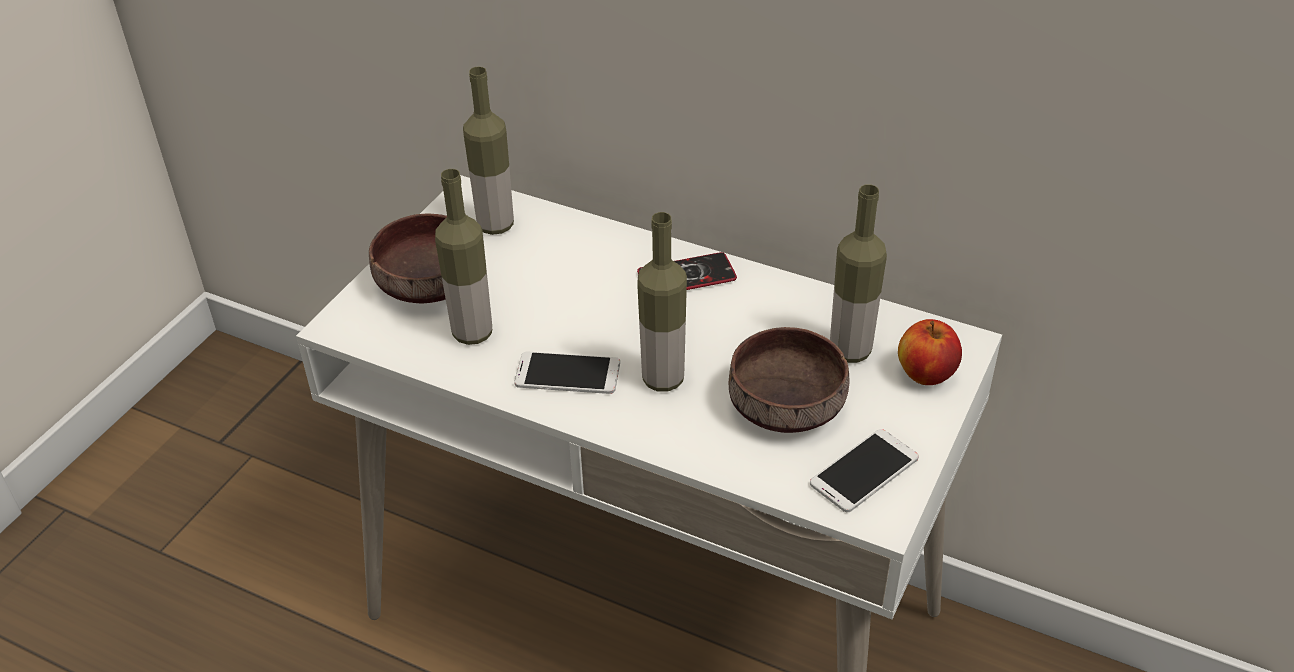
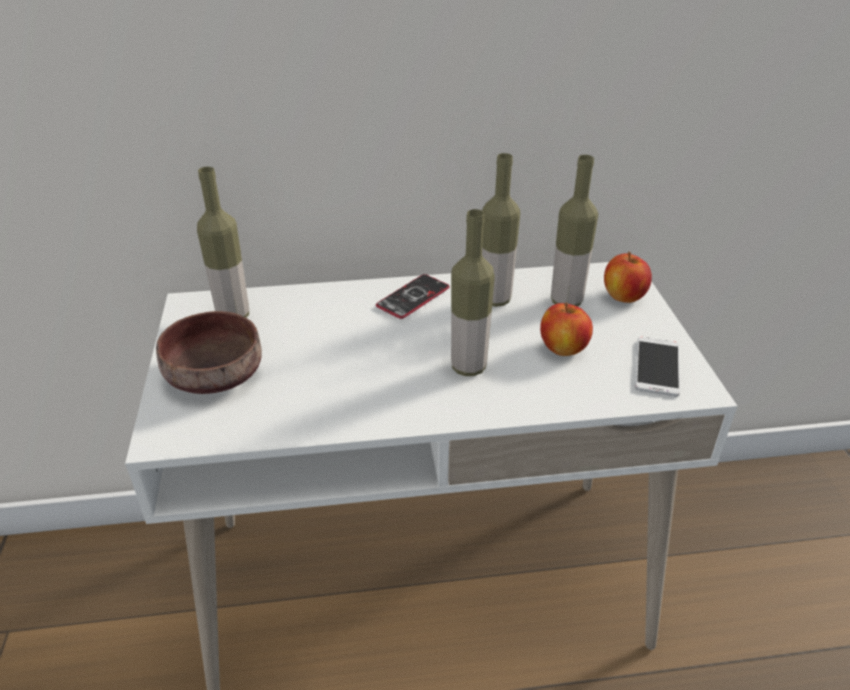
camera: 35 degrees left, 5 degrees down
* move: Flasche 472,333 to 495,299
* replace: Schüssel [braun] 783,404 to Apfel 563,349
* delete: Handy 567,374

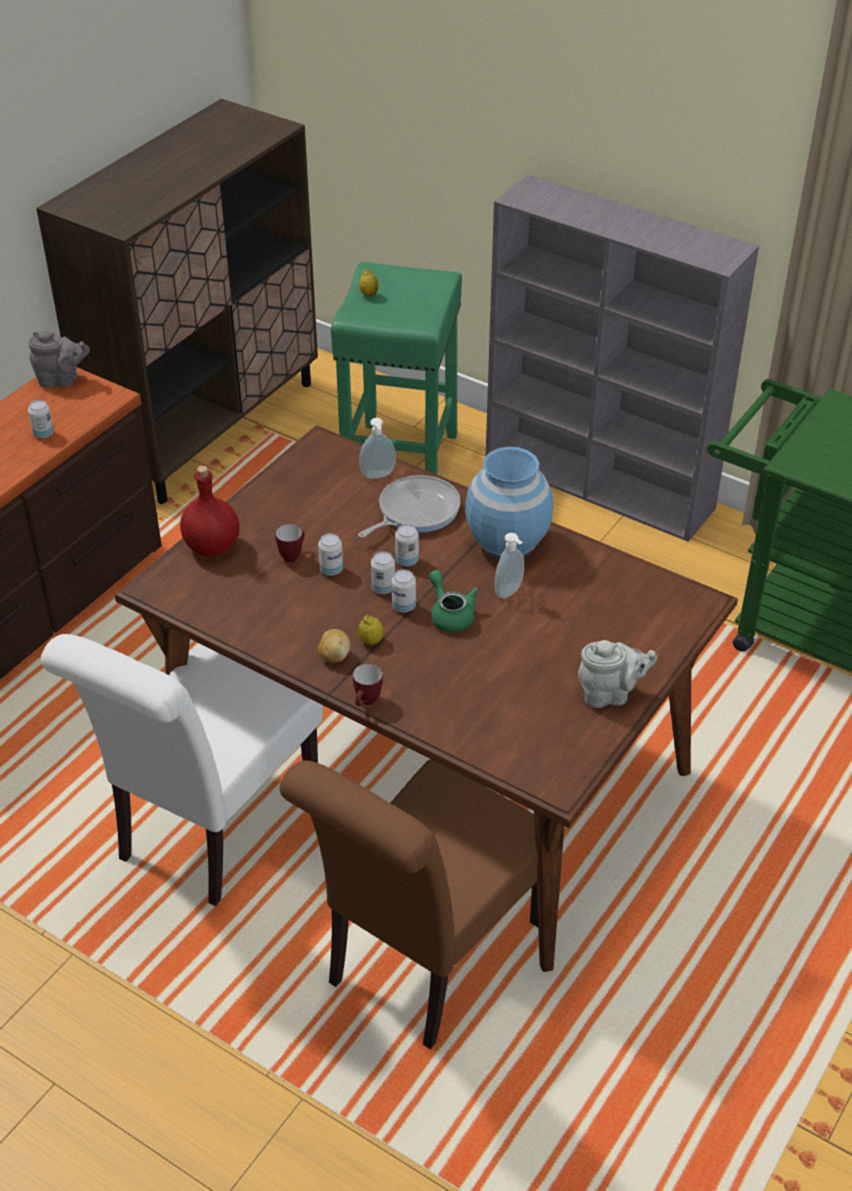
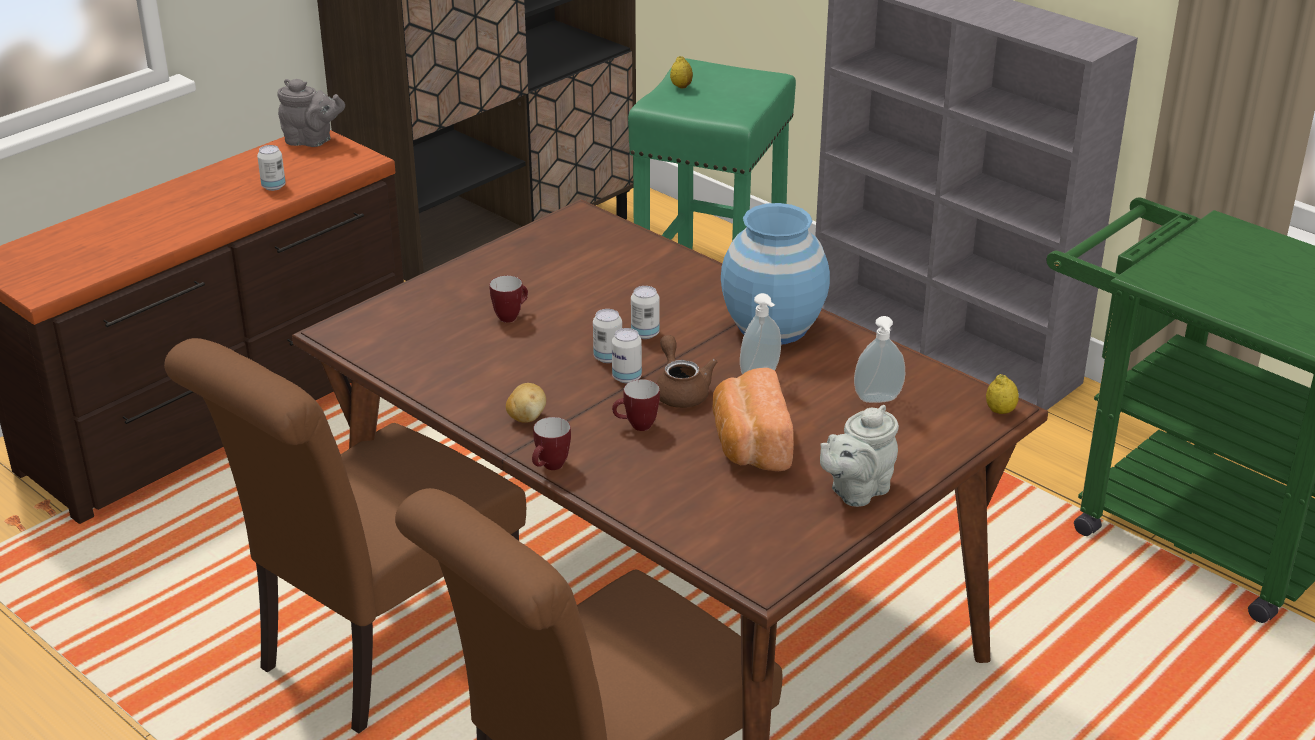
camera: 10 degrees right, 10 degrees down
* move: Seifenspender 378,476 to 878,400
* delete: Flasche [rot] 211,547
* delete: Pfanne 415,511
* delete: Dose 331,570
* recolor: Teekanne [grün] 450,614 to Teekanne [braun] 680,391
* move: Zitrone 371,641 to 1000,411
* recolor: Stuhl [weiß] 209,831 to Stuhl [braun] 376,652
* rotate: Teekanne [grau] 610,694 = 856,491 135 degrees clockwise
* insert: Brot 749,444
* insert: Henkelbecher 636,426

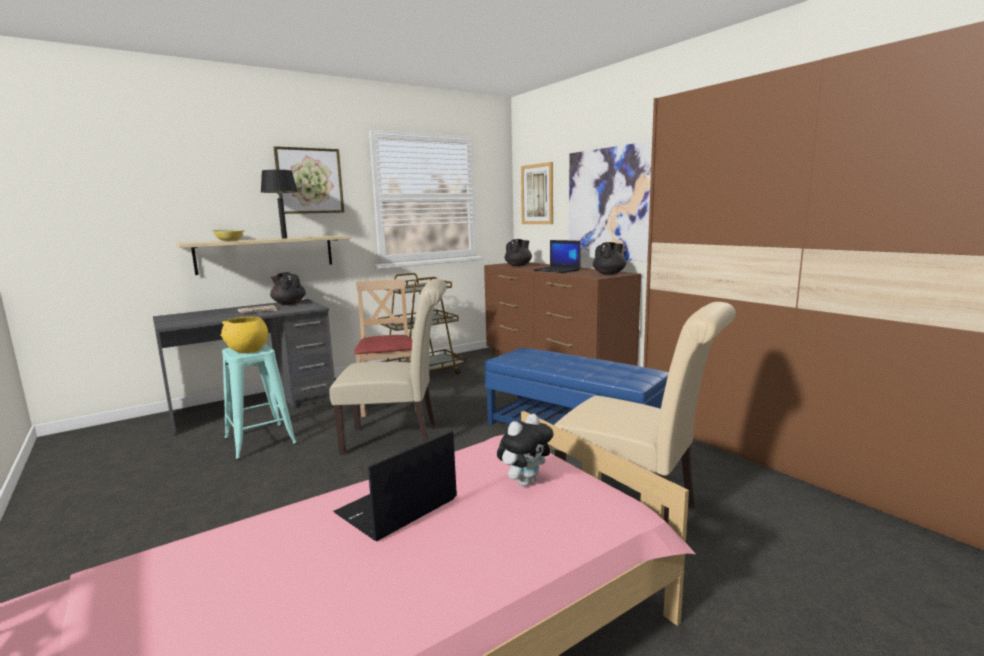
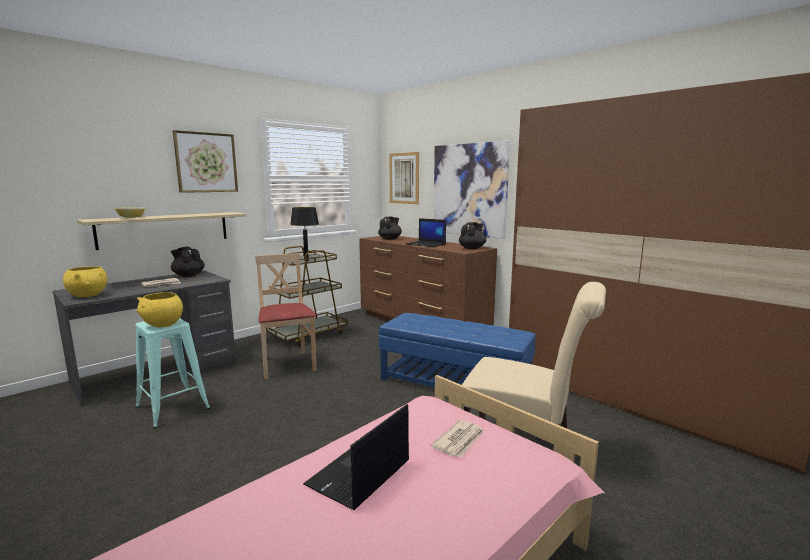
camera: 10 degrees left, 0 degrees up
* move: Tischlampe [schwarz] 284,238 to 306,261
* delete: Stuhl [beige] 398,439
* replace: Plüschtier 525,481 to Zeitung 459,441
* insert: Schüssel [gelb] 88,295

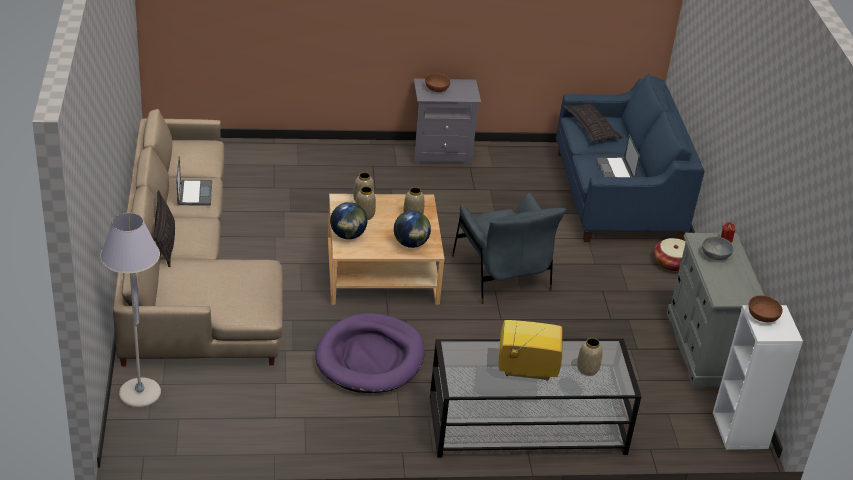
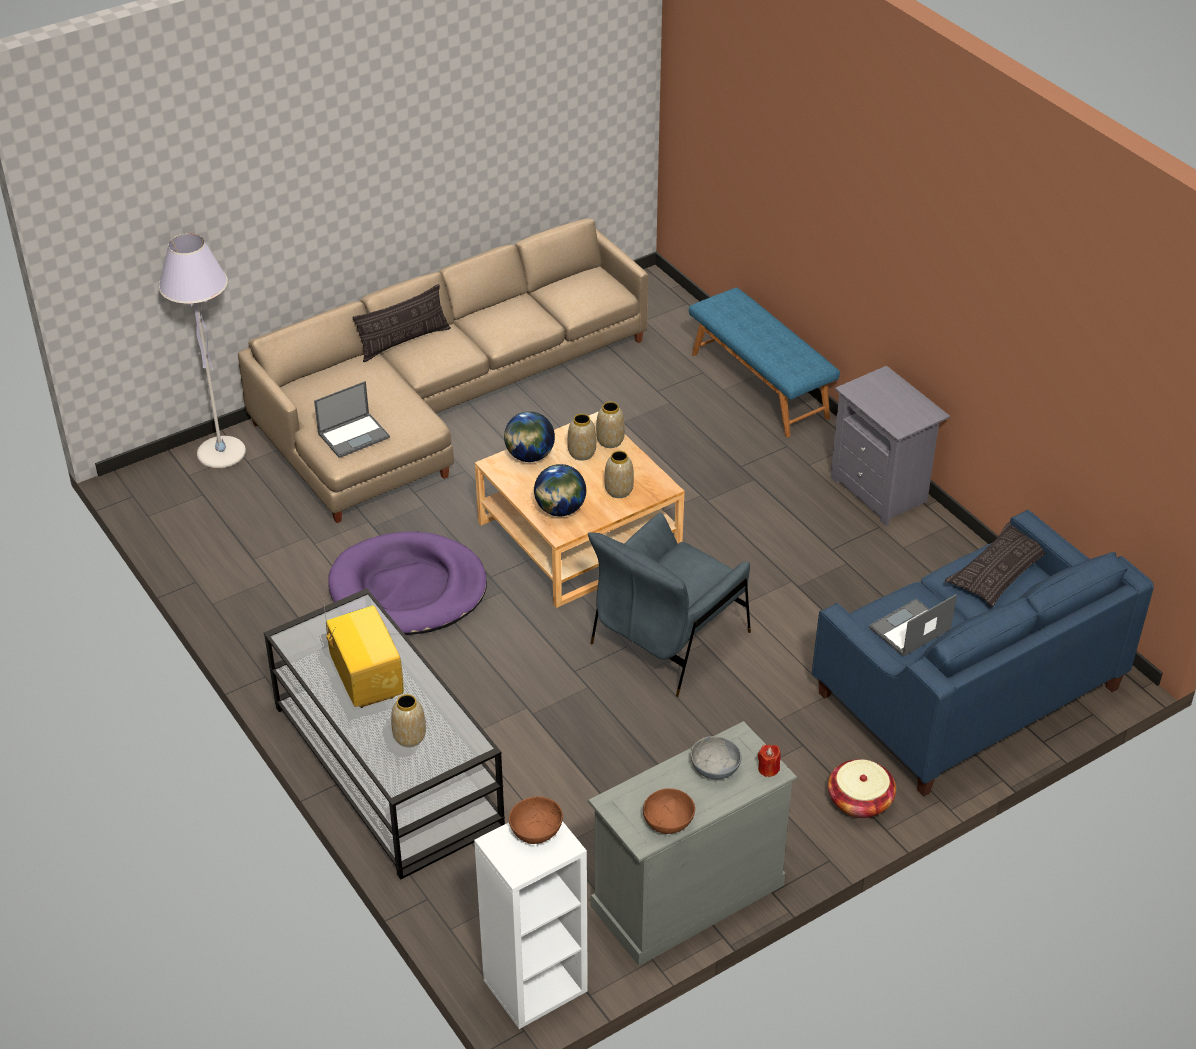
camera: 65 degrees right, 5 degrees up
* move: Schüssel [braun] 437,89 to 669,821
* move: Laptop 194,193 to 354,435
* insert: Bank [blau] 760,385

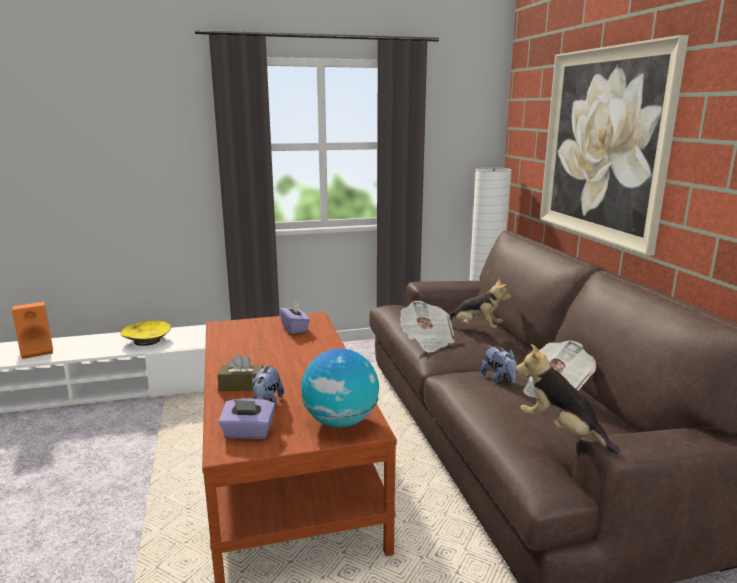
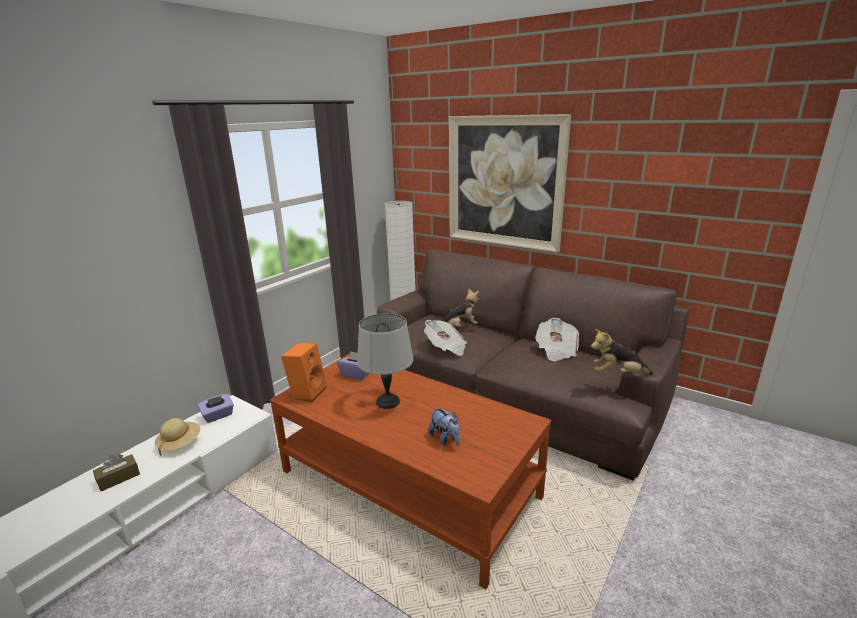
camera: 40 degrees left, 5 degrees up
* move: Lautsprecher [orange] 38,351 to 307,392
* replace: Schüssel [gelb] 147,341 to Hut [beige] 180,444
* delete: Plüschtier 499,379
* delete: Globus 340,421
* move: Taschentuchbox [braun] 241,385 to 118,478
* move: Taschentuchbox [lila] 248,432 to 218,416
* insert: Tischlampe [grau] 387,402

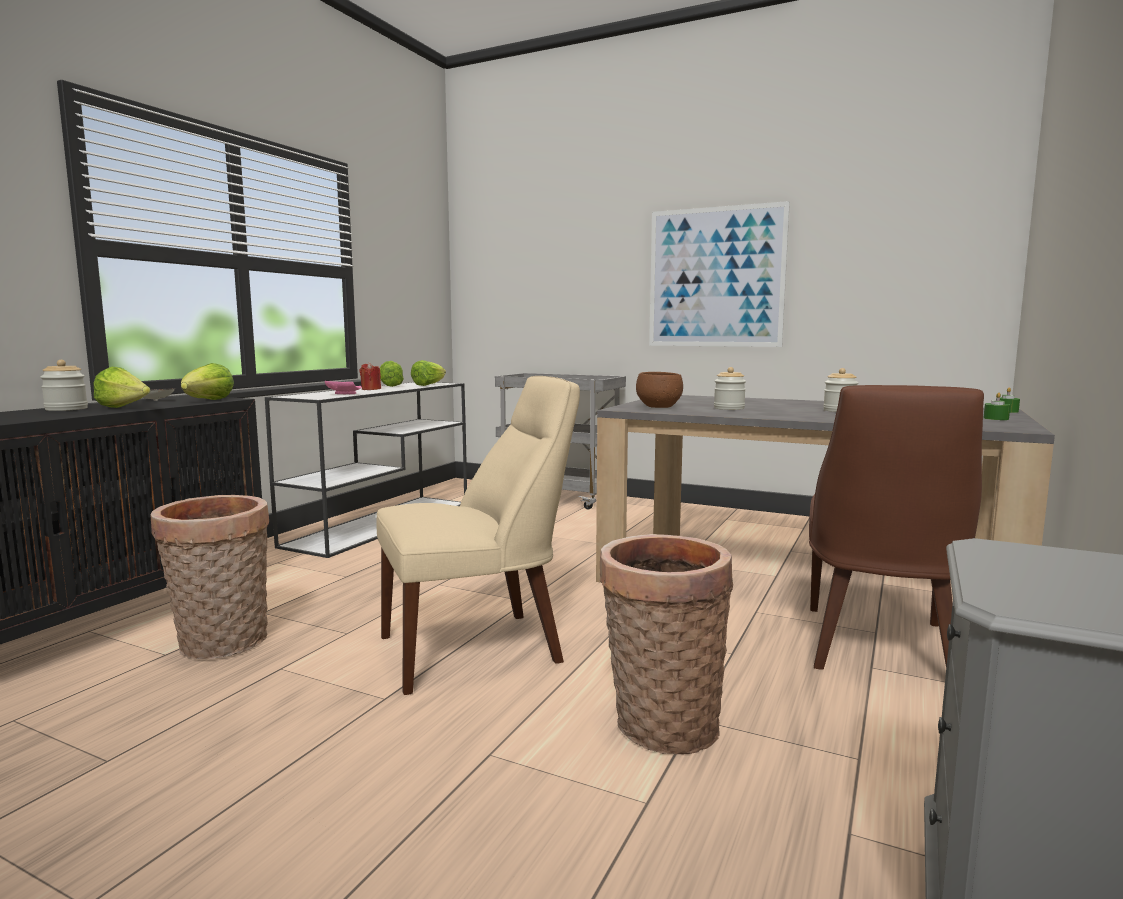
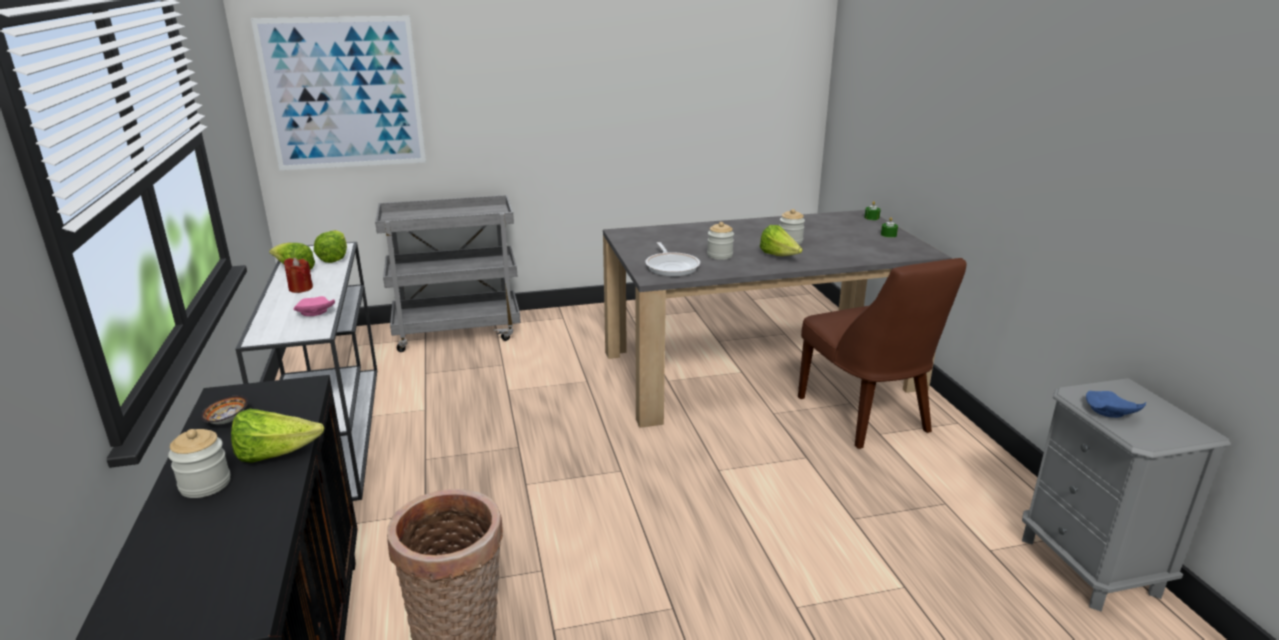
camera: 40 degrees left, 15 degrees up
* move: Bild 715,277 to 343,94
* move: Salatkopf 207,401 to 779,256
* replace: Schüssel [braun] 660,407 to Pfanne 672,266
* delete: Stuhl [beige] 479,648
* delete: Korb 660,724
* insert: Teller [blau] 1109,413

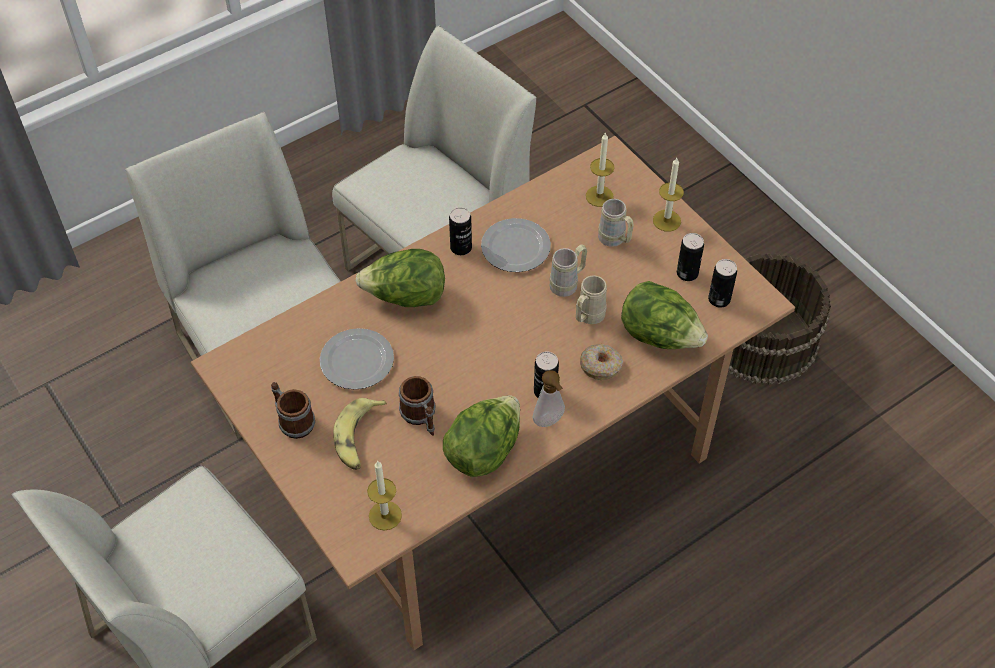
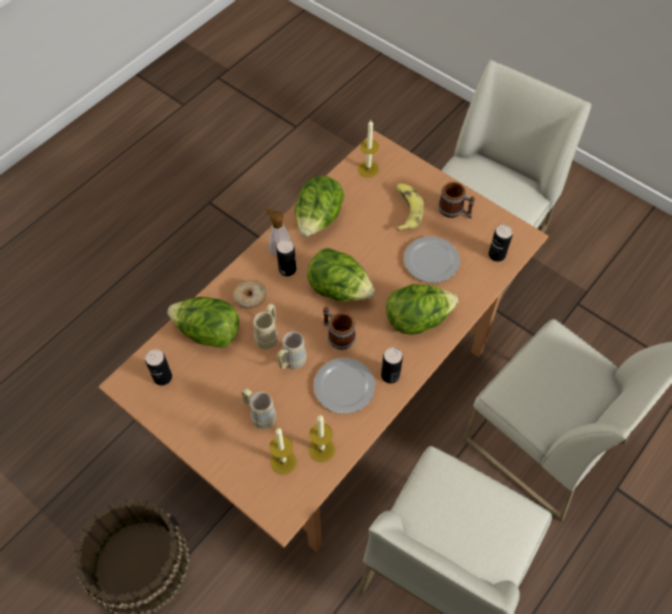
camera: 165 degrees right, 5 degrees up
* move: Kerze 666,220 to 321,449
* move: Dose 687,273 to 497,255
* move: Henkelbecher 421,417 to 337,335
* insert: Salatkopf 339,289

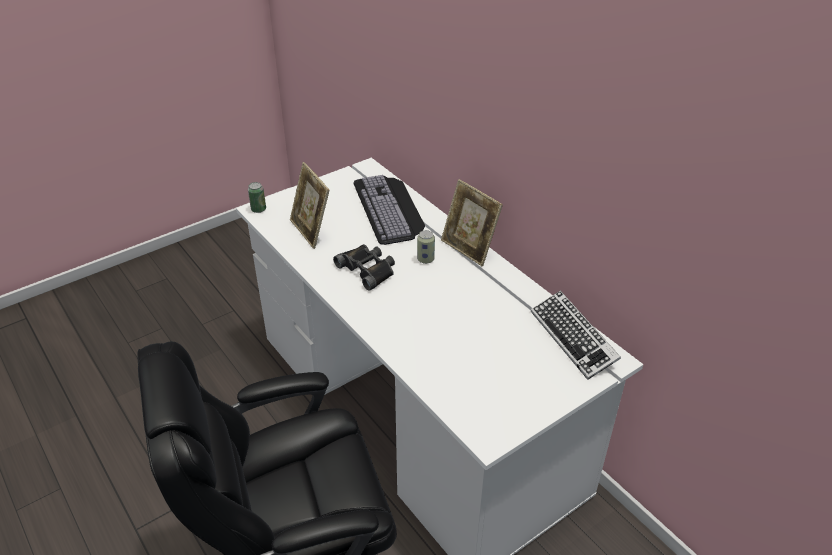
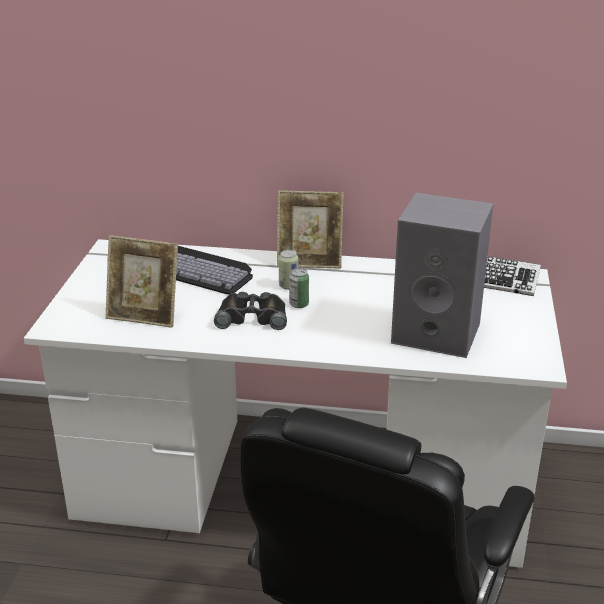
camera: 45 degrees left, 10 degrees down
* move: Dose 258,209 to 299,304
* insert: Lautsprecher [grau] 438,332

